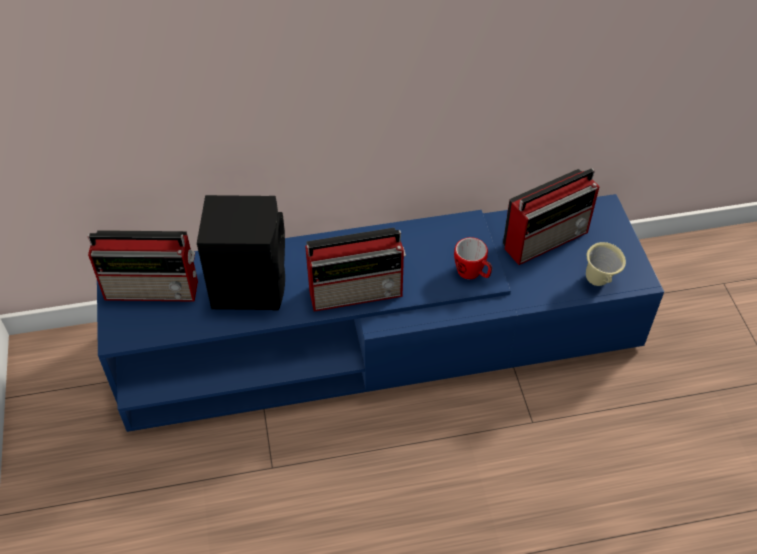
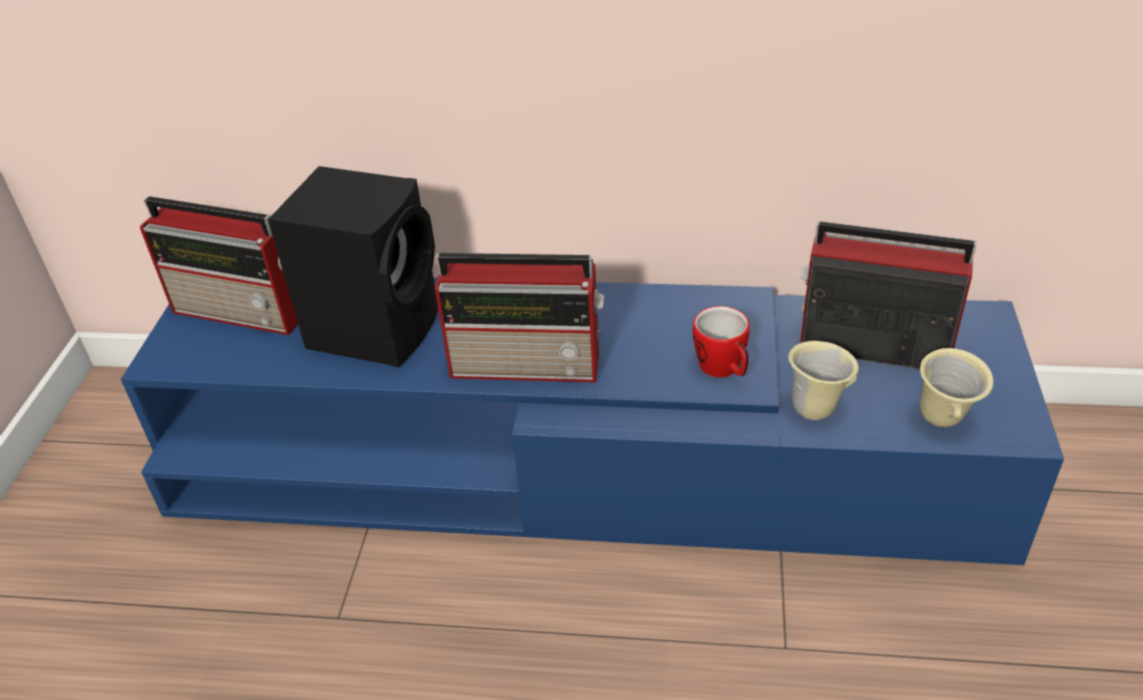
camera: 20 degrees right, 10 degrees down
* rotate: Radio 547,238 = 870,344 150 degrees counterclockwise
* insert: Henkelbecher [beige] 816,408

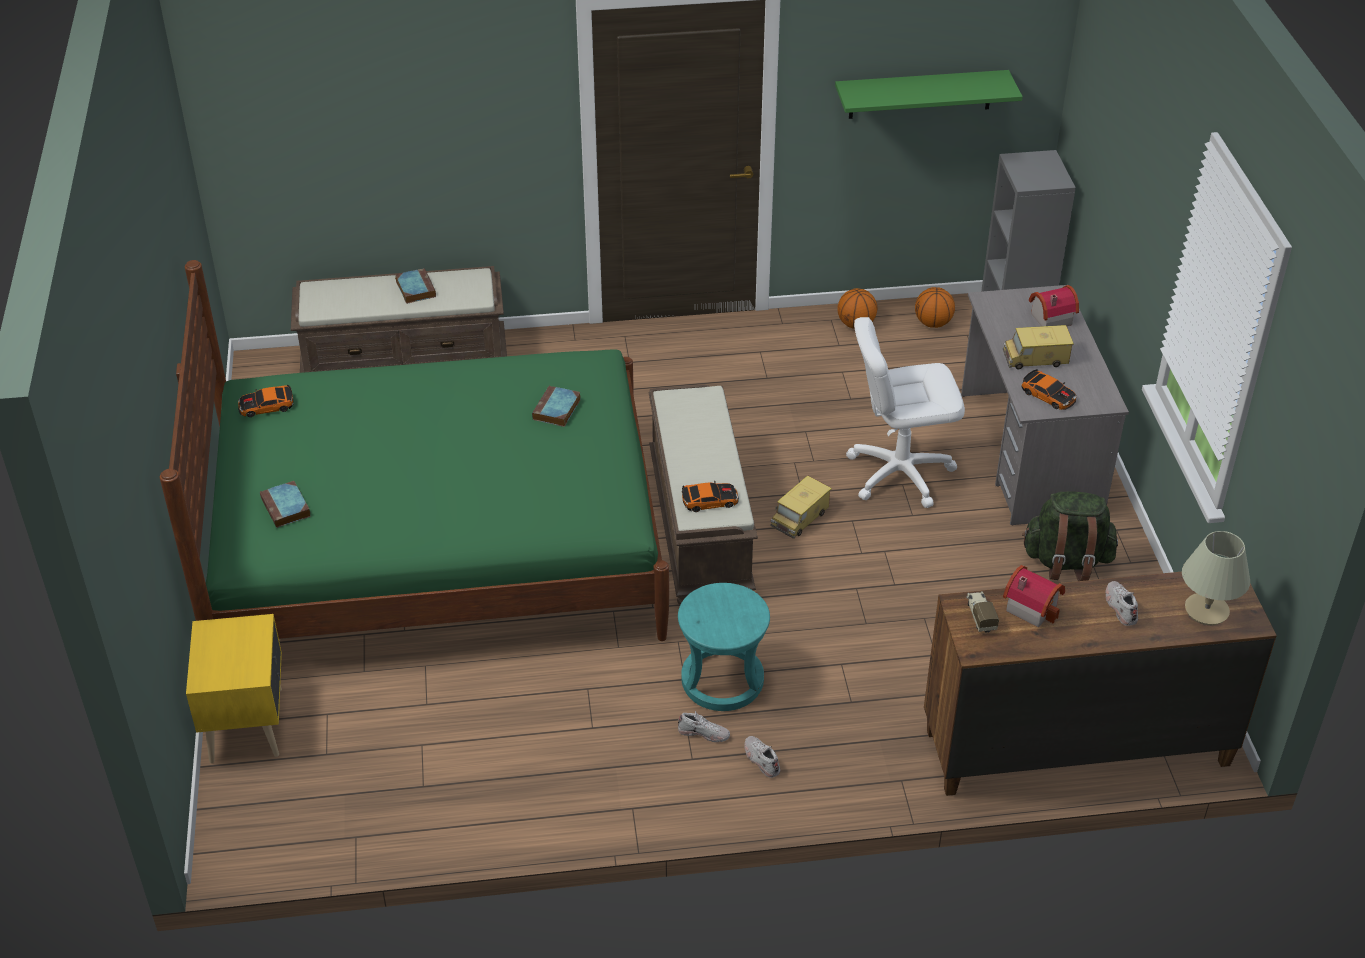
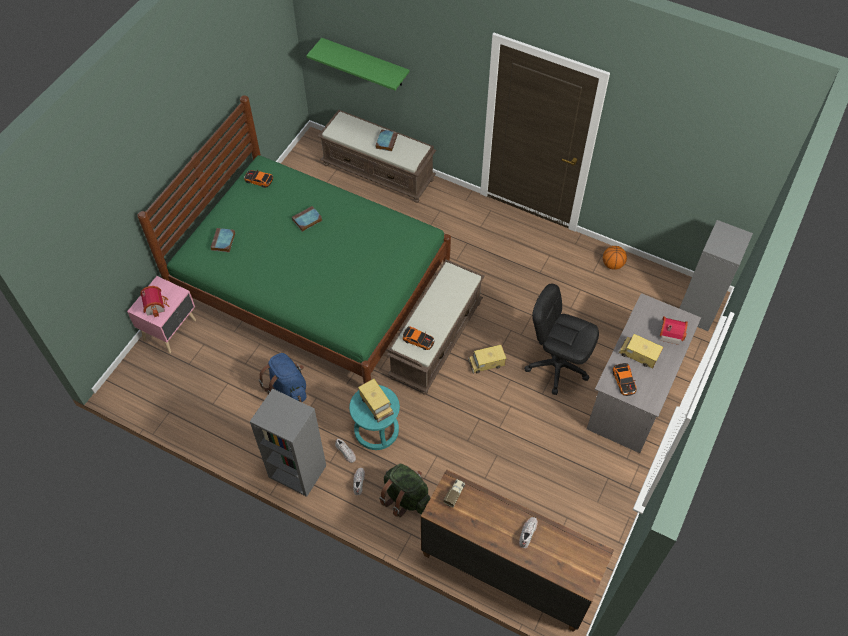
camera: 35 degrees right, 15 degrees up
* move: Wandregal [grün] 920,94 to 365,62
* delete: Basketball 933,323
* recolor: Bürostuhl [weiß] 899,473 to Bürostuhl [schwarz] 557,366
* move: Buch 556,410 to 307,220
* move: Rucksack [grün] 1066,562 to 406,497
* delete: Tischlampe [beige] 1207,610
* move: Spielzeughaus 1031,606 to 156,305
* recolor: Nachttisch [gelb] 248,723 to Nachttisch [rosa] 171,330
* insert: Rucksack [blau] 287,388
* insert: Spielzeuglaster 376,404
* insert: Bücherregal [grau] 296,471

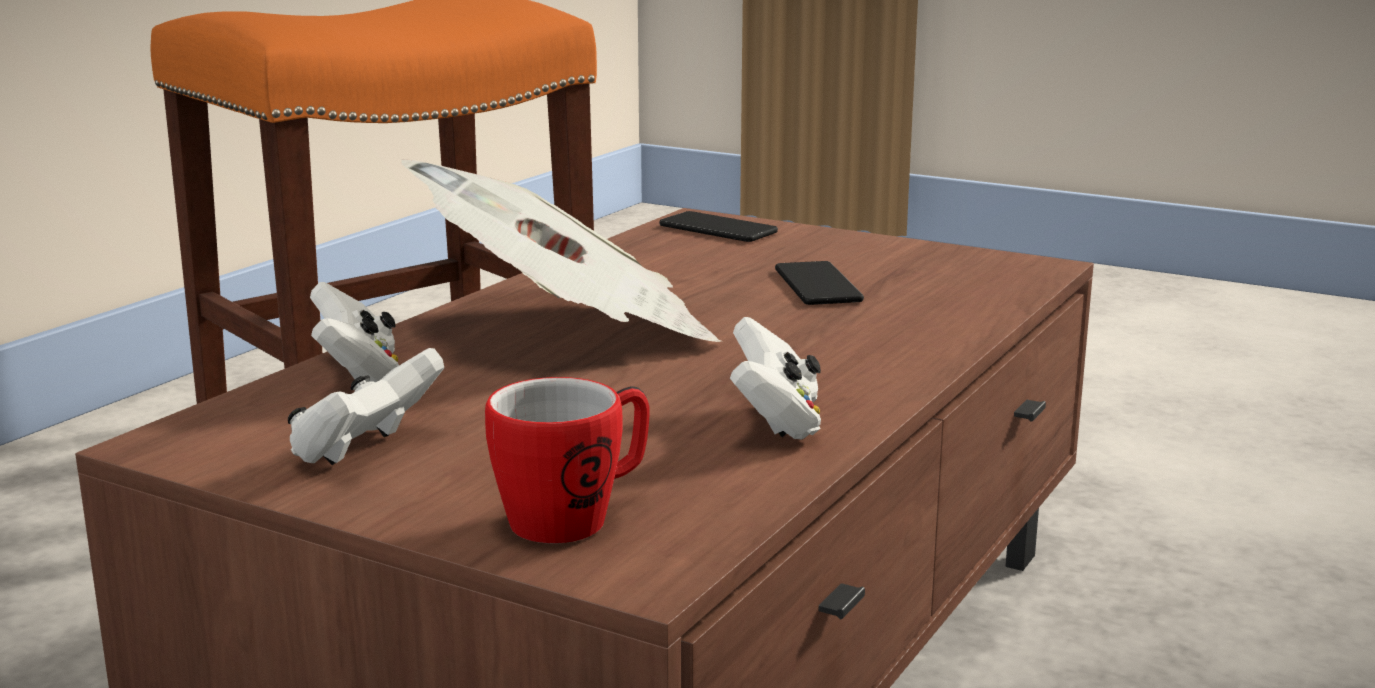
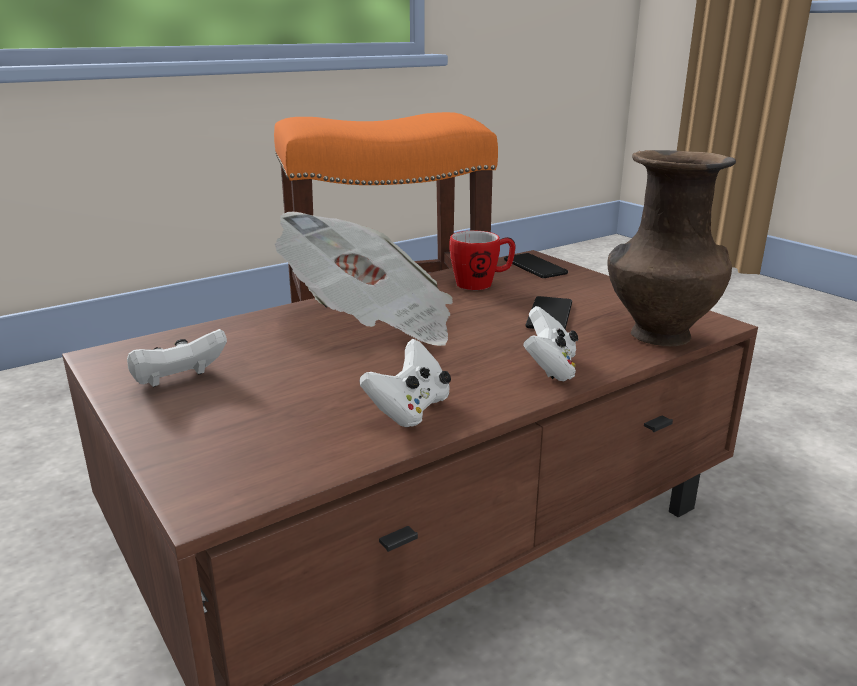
camera: 25 degrees right, 5 degrees up
* move: Gamepad [weiß] 358,374 to 549,368
* move: Henkelbecher 576,518 to 481,284
* insert: Vase [braun] 657,335

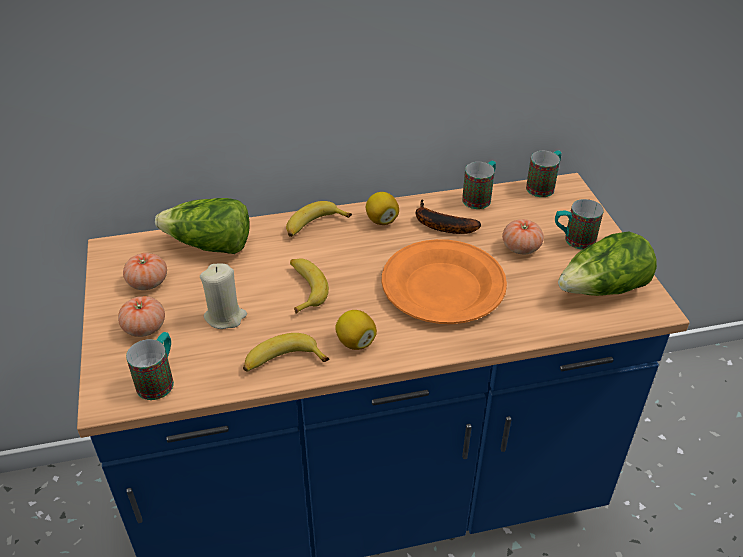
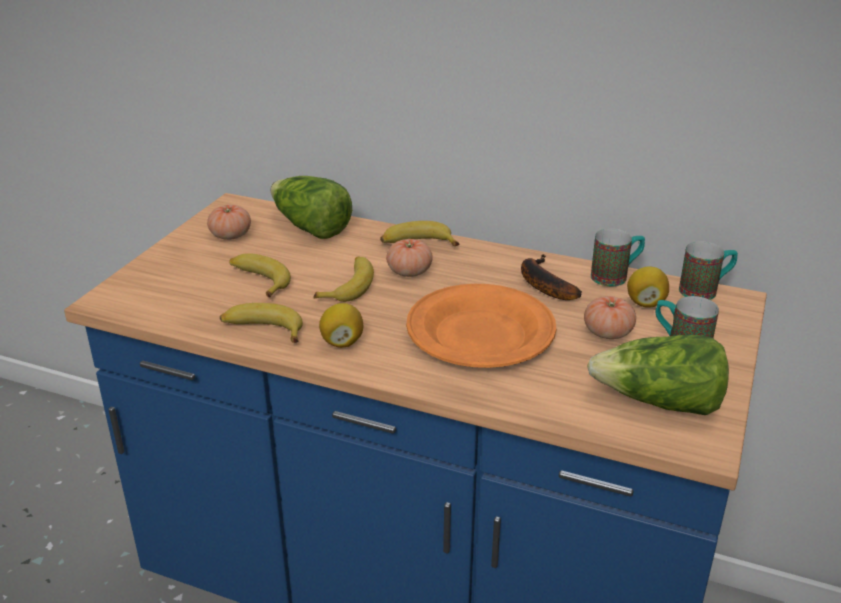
camera: 35 degrees right, 10 degrees down
* move: Zitrone 381,220 to 645,303
* replace: Kerze [beige] 225,317 to Banane 258,280
* move: Tomate 144,327 to 409,272
* delete: Henkelbecher 159,379

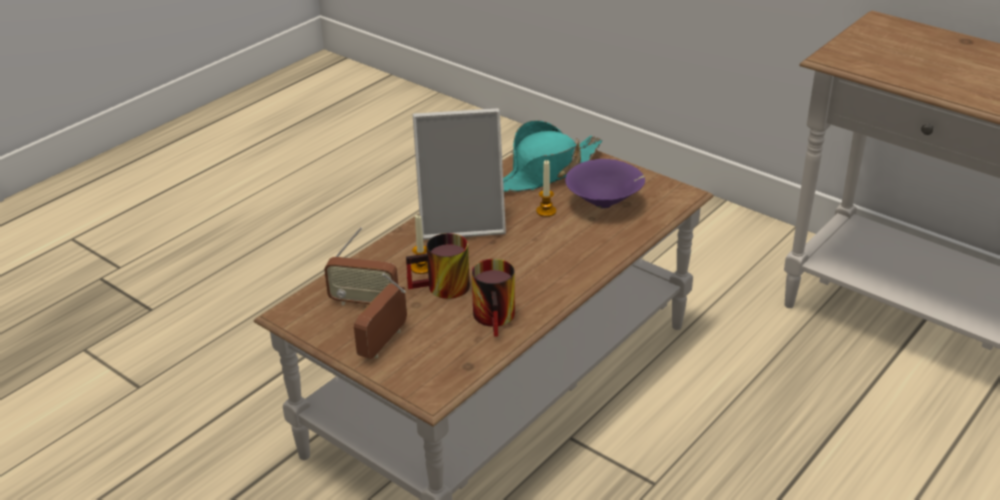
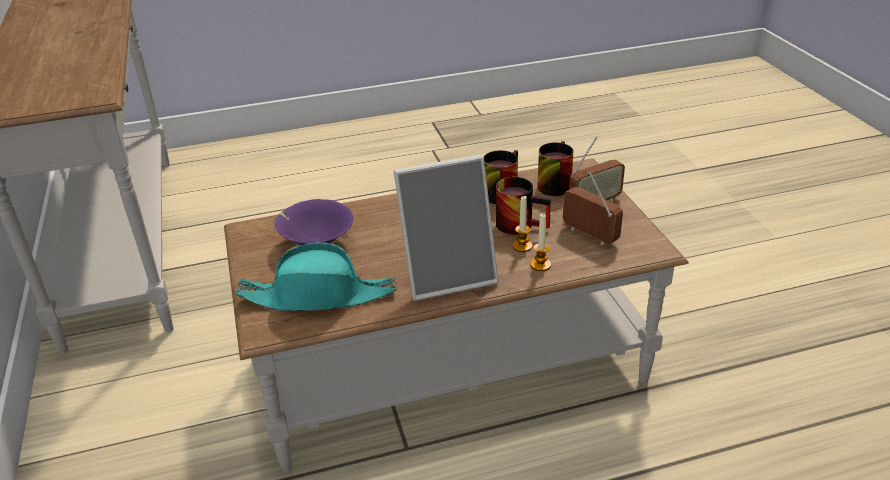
camera: 145 degrees left, 0 degrees up
* rotate: Bilderrahmen 462,221 = 448,274 135 degrees clockwise
* move: Kerze 546,211 to 540,265
* insert: Henkelbecher 552,183

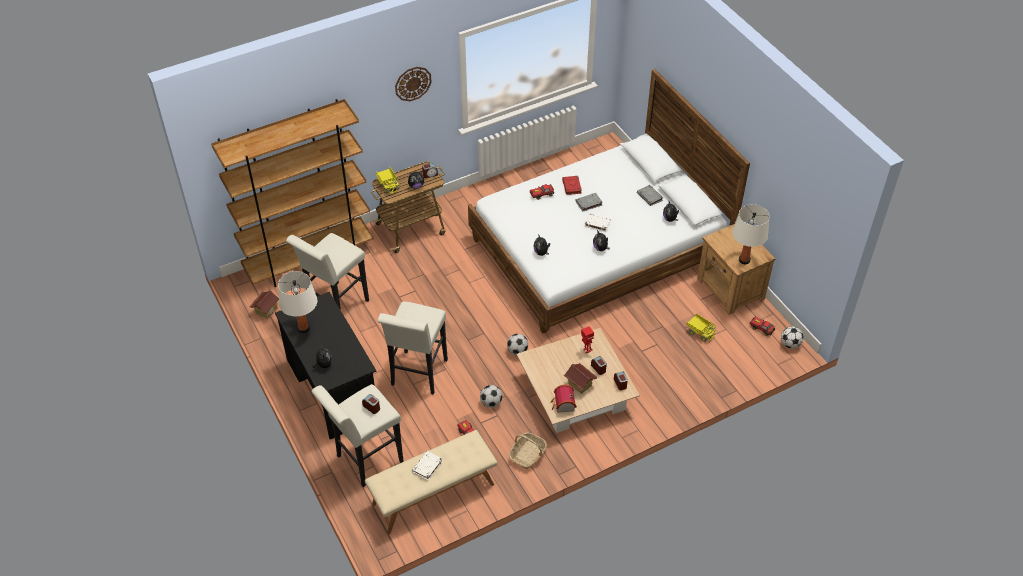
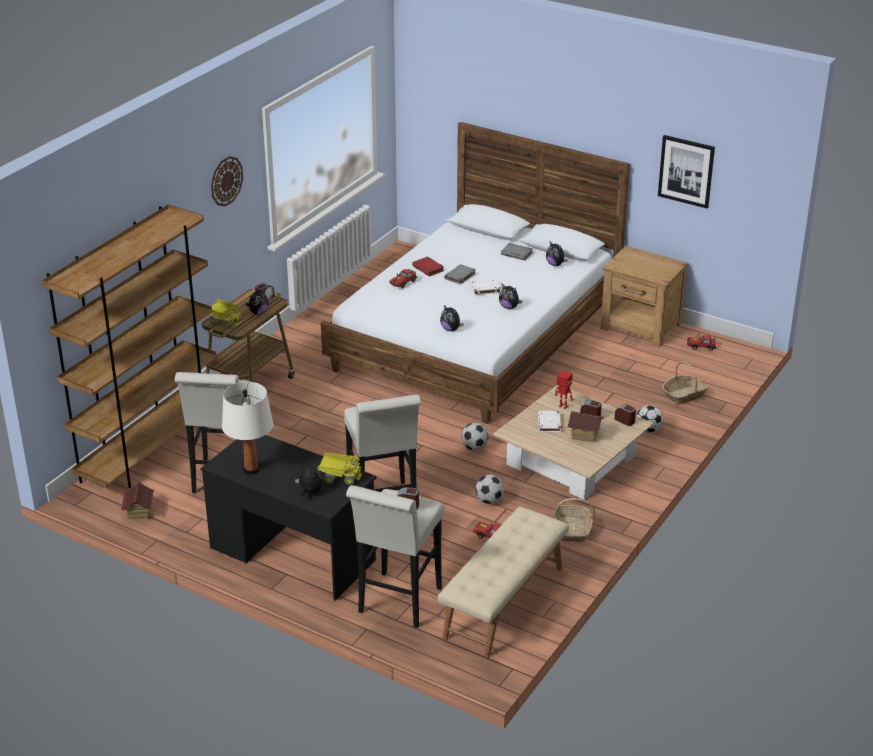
camera: 30 degrees left, 15 degrees down
* delete: Tischlampe [weiß] 744,260
* move: Spielzeuglaster 700,332 to 339,477
* move: Fußball 790,344 to 648,429
* delete: Spielzeughaus 563,405
* move: Buch [weiß] 427,467 to 549,424
* insert: Bild 686,171
* insert: Korb 684,395

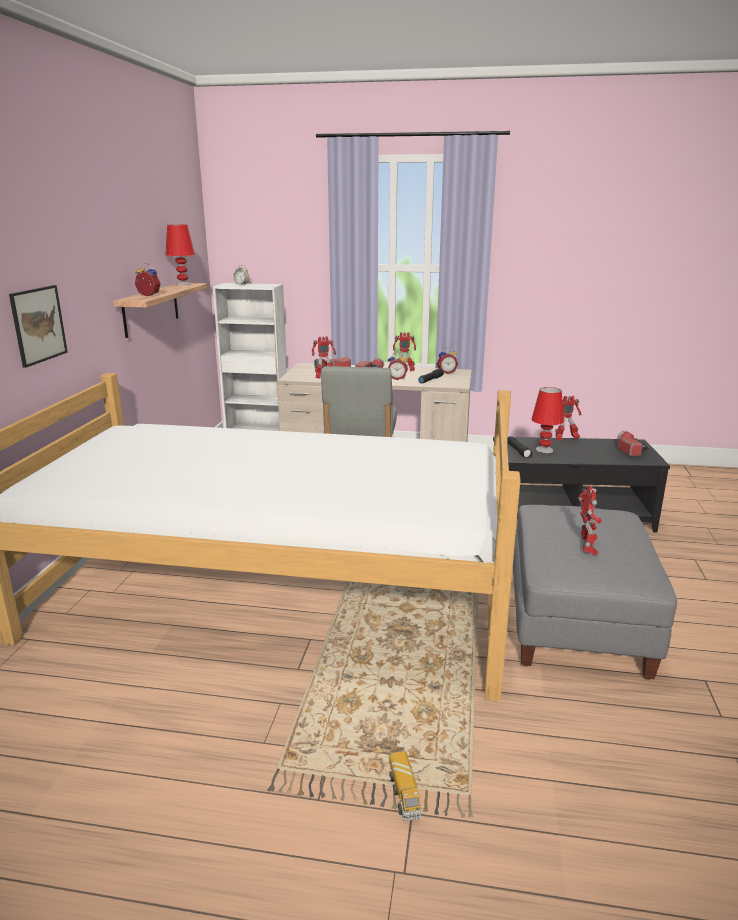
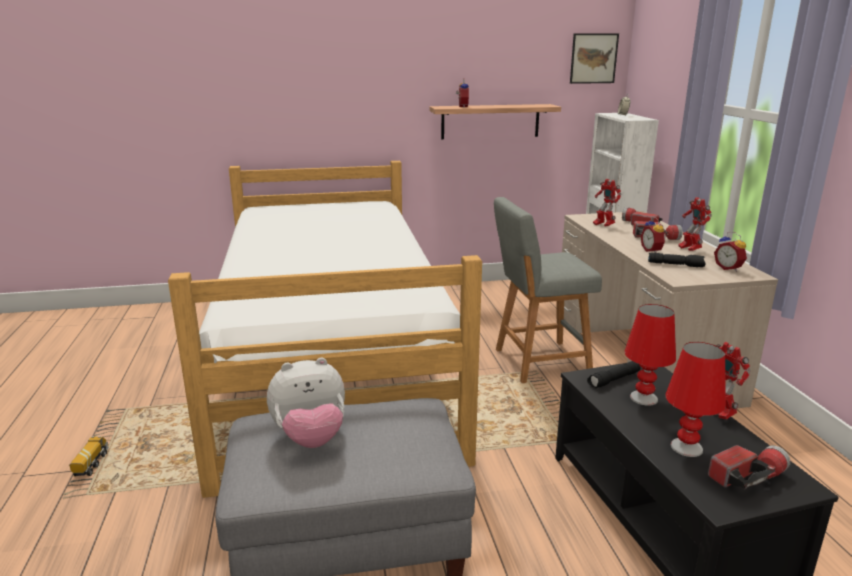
camera: 70 degrees right, 0 degrees up
* move: Tischlampe [rot] 183,284 to 686,448
* move: Bild 38,325 to 593,58
* replace: Spielzeugroboter 587,548 to Plüschtier 310,438
* rotate: Spielzeuglaster 404,796 = 91,464 120 degrees clockwise

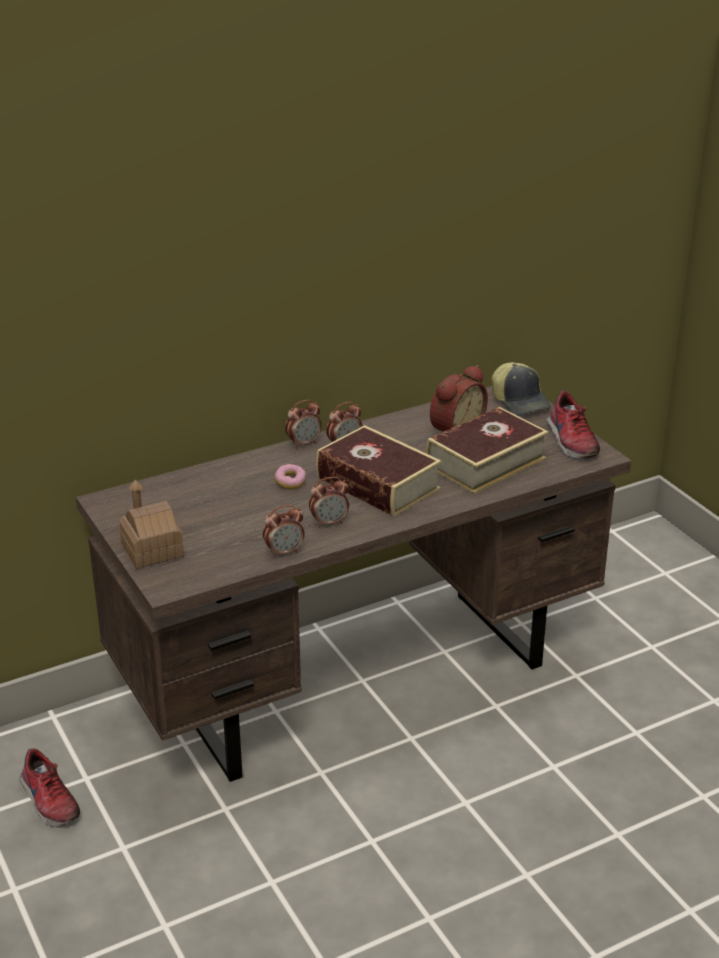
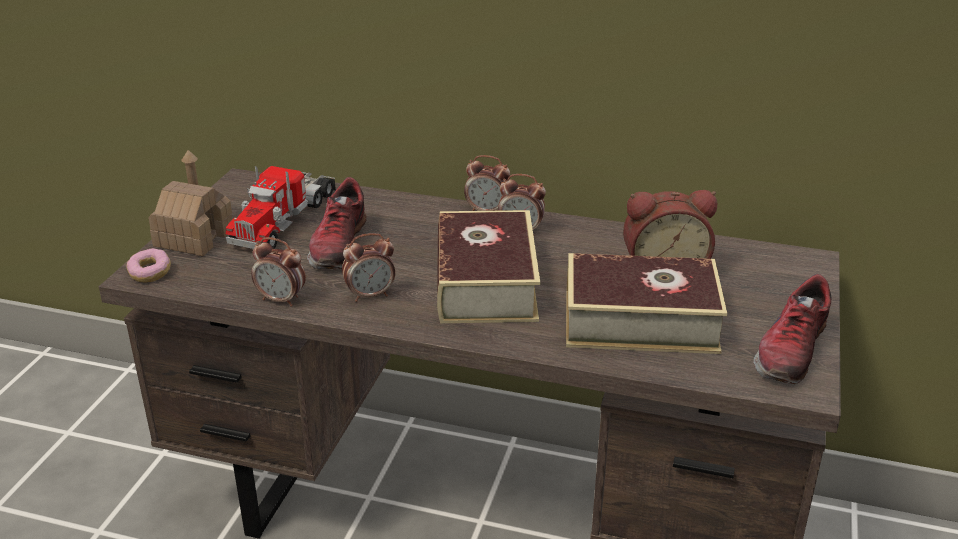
camera: 45 degrees right, 0 degrees up
* delete: Kappe 520,401
* move: Donut 290,483 to 150,274
* rotate: Wecker 329,523 = 370,295 45 degrees counterclockwise
* move: Schuh 48,801 to 337,244
* insert: Spielzeuglaster 284,219

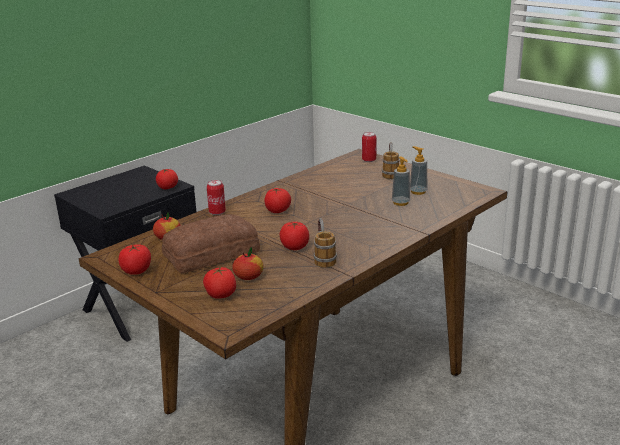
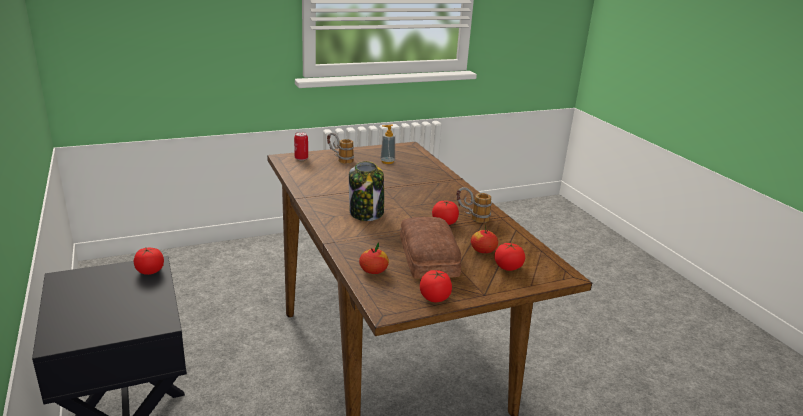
camera: 70 degrees left, 0 degrees up
* delete: Seifenspender 400,203
* delete: Dose 217,212
* replace: Tomate 278,211 to Vorratsglas 366,213

